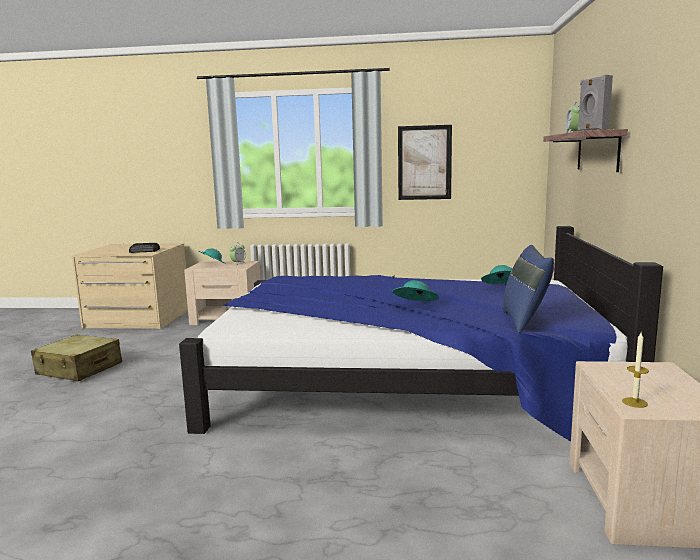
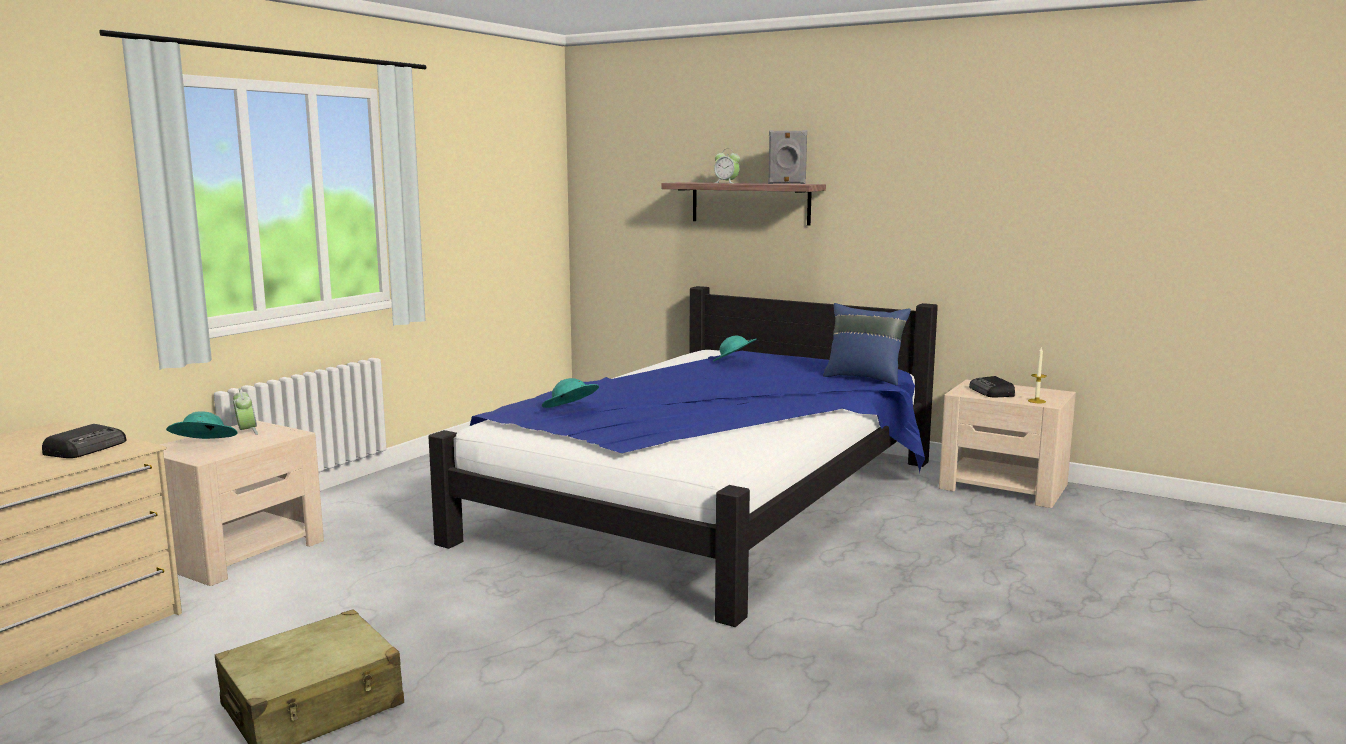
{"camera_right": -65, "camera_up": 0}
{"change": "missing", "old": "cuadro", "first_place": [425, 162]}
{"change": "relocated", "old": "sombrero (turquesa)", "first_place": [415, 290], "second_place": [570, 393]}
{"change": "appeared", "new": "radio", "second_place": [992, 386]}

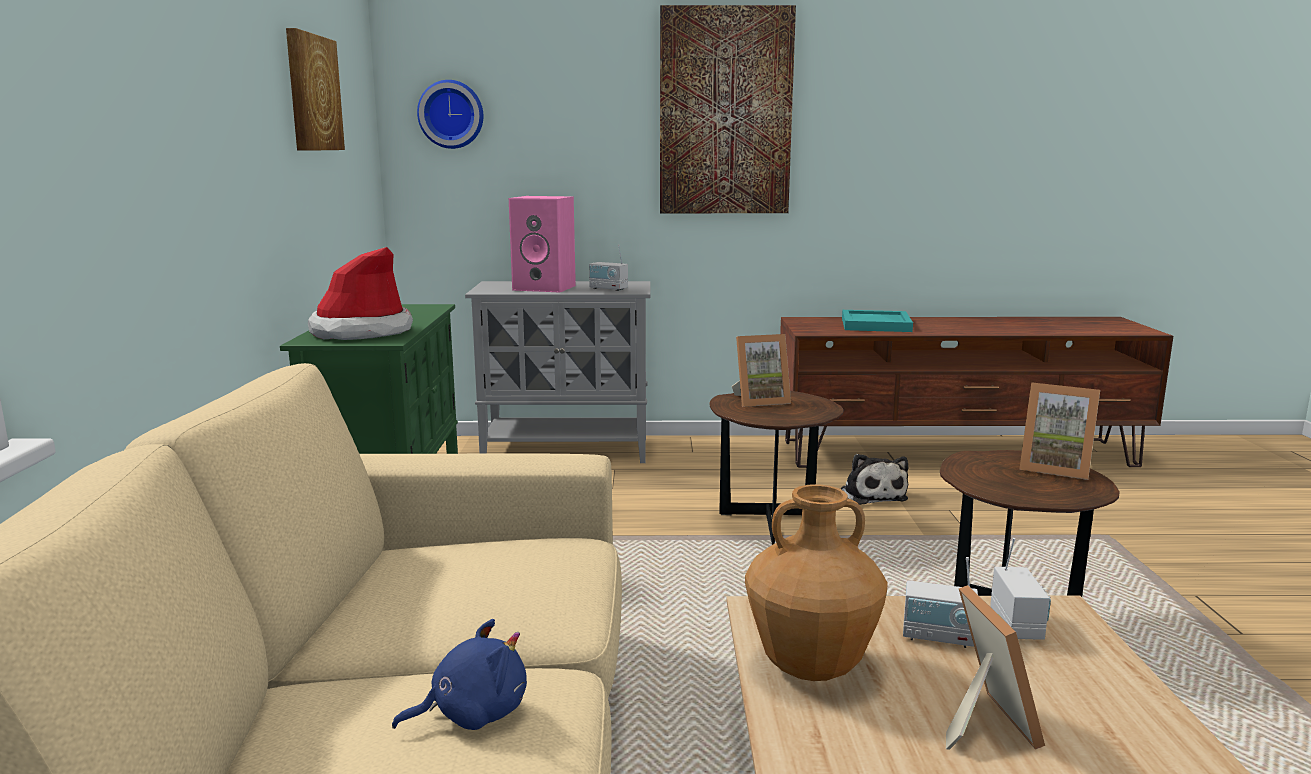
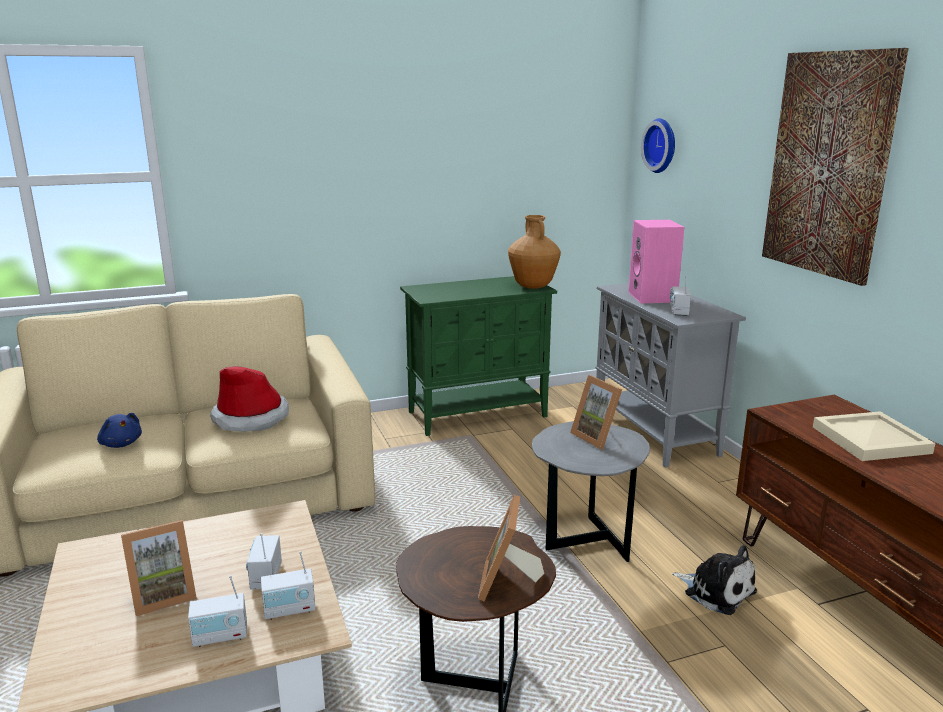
{"camera_right": 70, "camera_up": 5}
{"change": "missing", "old": "cuadro", "first_place": [315, 89]}
{"change": "relocated", "old": "sombrero", "first_place": [360, 293], "second_place": [249, 399]}
{"change": "colour", "old": "bandeja (turquesa)", "new": "bandeja (beis)", "first_place": [877, 321], "second_place": [874, 436]}
{"change": "colour", "old": "mesa auxiliar (marrón)", "new": "mesa auxiliar (gris)", "first_place": [777, 468], "second_place": [591, 491]}
{"change": "spun", "old": "peluche", "first_place": [875, 479], "second_place": [714, 580], "degrees": -105}
{"change": "relocated", "old": "florero (marrón)", "first_place": [816, 582], "second_place": [534, 252]}
{"change": "appeared", "new": "radio", "second_place": [217, 611]}

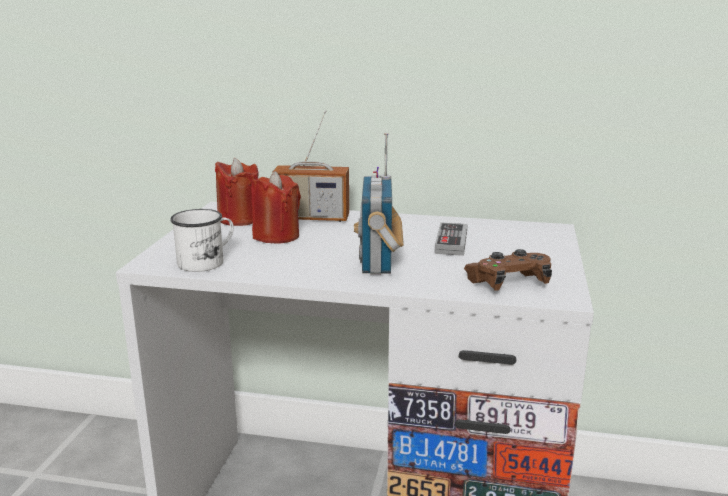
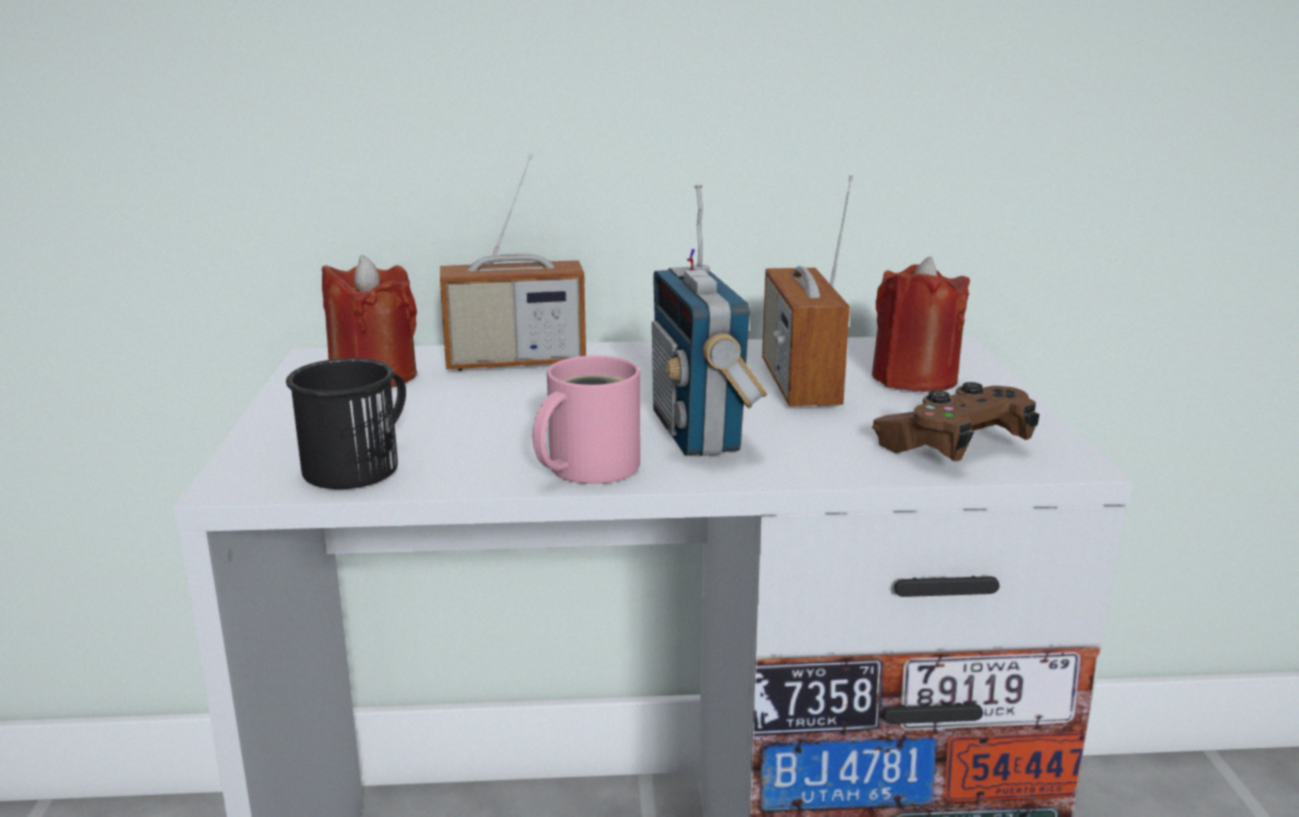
{"camera_right": -15, "camera_up": 0}
{"change": "relocated", "old": "vela (rojo)", "first_place": [276, 207], "second_place": [921, 324]}
{"change": "colour", "old": "taza grande (blanco)", "new": "taza grande (negro)", "first_place": [202, 240], "second_place": [346, 423]}
{"change": "exchanged", "old": "mando de consola", "new": "radio", "first_place": [451, 239], "second_place": [807, 290]}
{"change": "appeared", "new": "taza grande (rosa)", "second_place": [586, 419]}

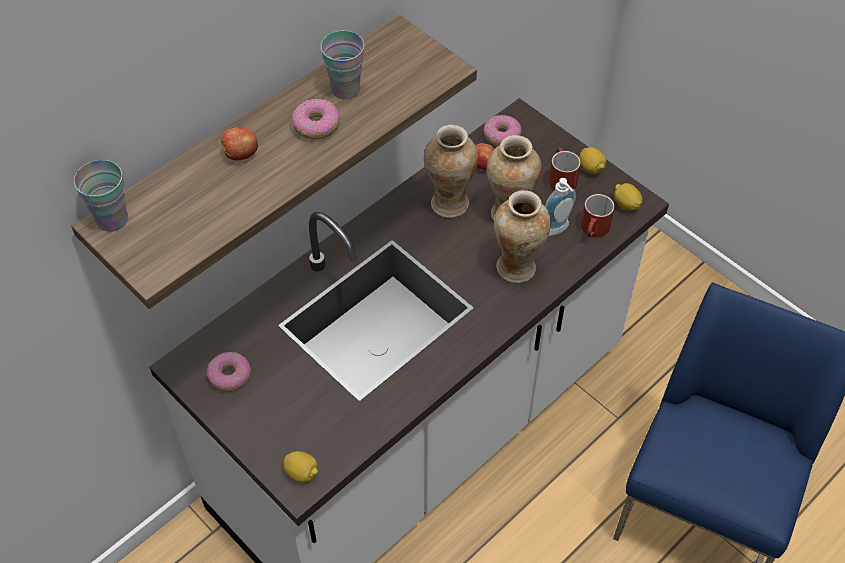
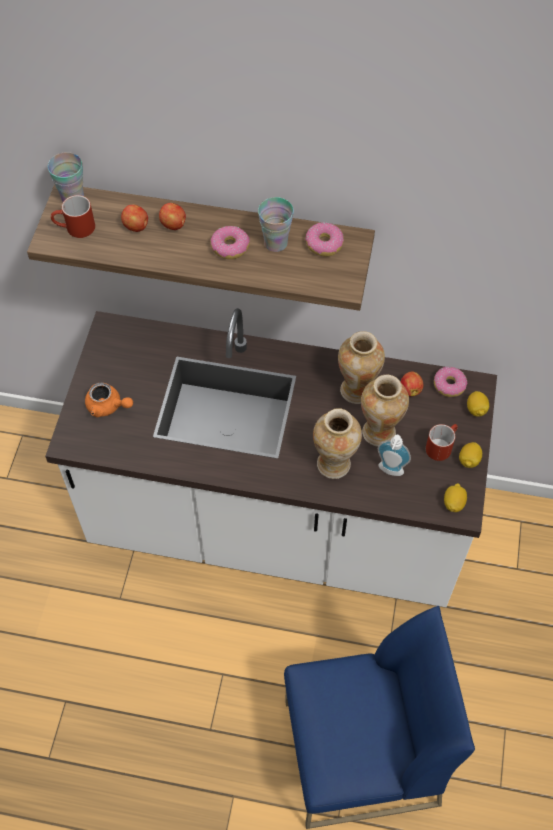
{"camera_right": 55, "camera_up": 5}
{"change": "relocated", "old": "taza grande (rojo)", "first_place": [598, 216], "second_place": [73, 216]}
{"change": "relocated", "old": "rosquilla", "first_place": [229, 372], "second_place": [324, 239]}
{"change": "relocated", "old": "limón", "first_place": [301, 467], "second_place": [478, 404]}
{"change": "appeared", "new": "manzana", "second_place": [134, 218]}
{"change": "appeared", "new": "tetera (naranja)", "second_place": [109, 400]}

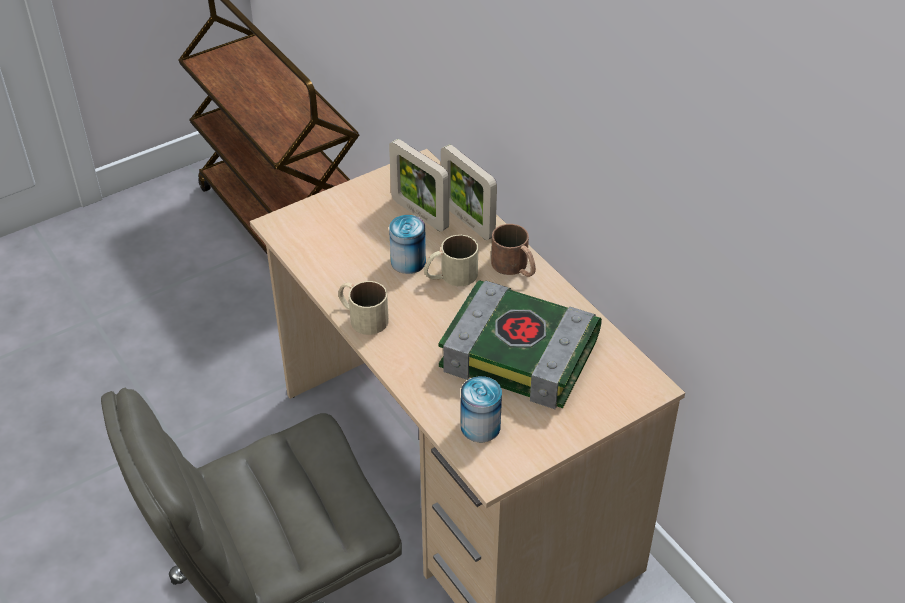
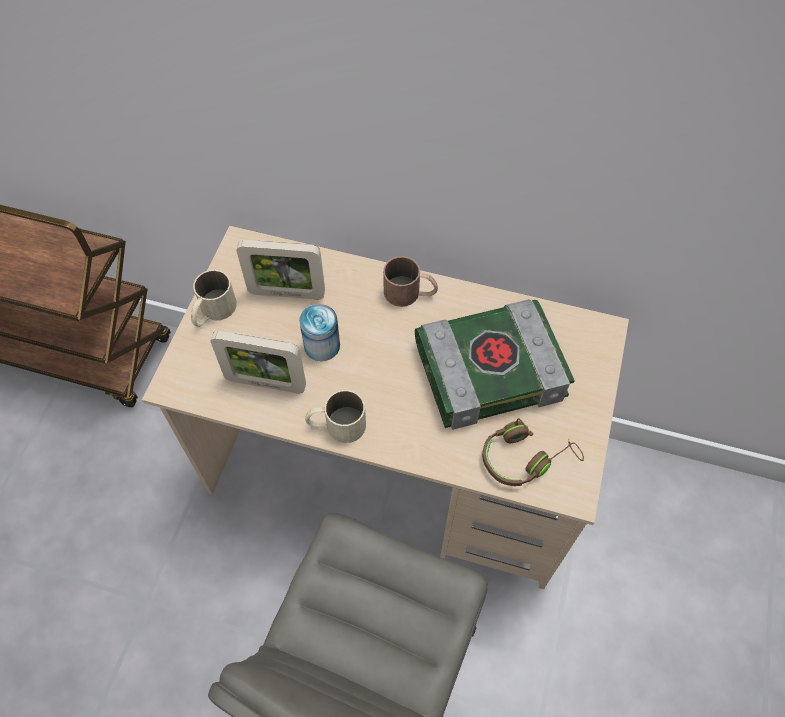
{"camera_right": -40, "camera_up": 15}
{"change": "relocated", "old": "portarretratos", "first_place": [469, 192], "second_place": [258, 362]}
{"change": "relocated", "old": "taza grande (beis)", "first_place": [451, 260], "second_place": [214, 298]}
{"change": "exchanged", "old": "lata", "new": "auriculares (marrón)", "first_place": [481, 409], "second_place": [533, 452]}

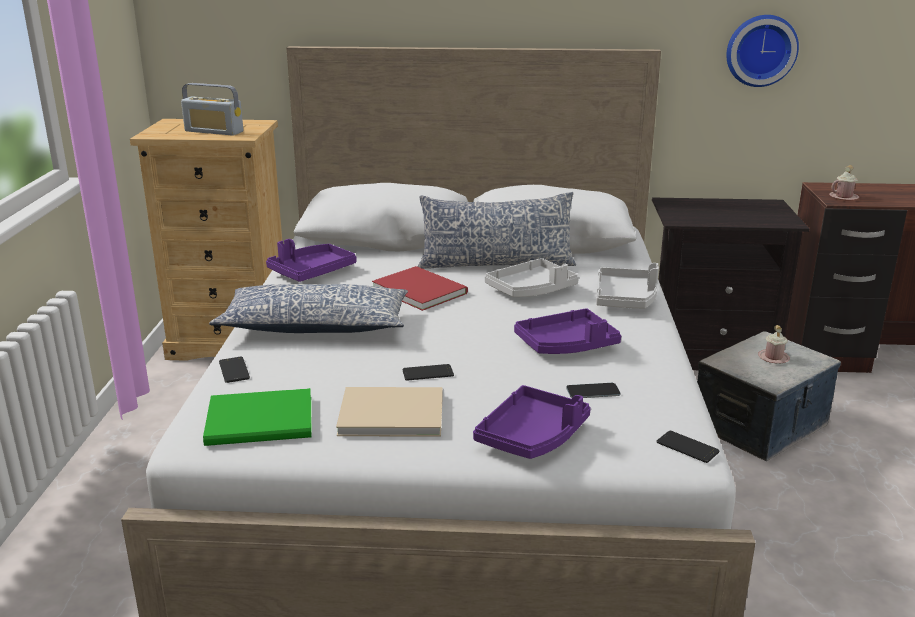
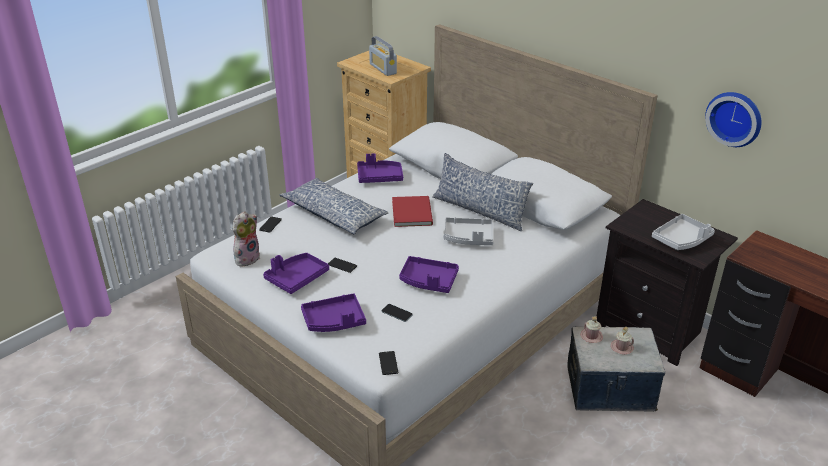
{"camera_right": 40, "camera_up": 10}
{"change": "relocated", "old": "taza grande (rosa)", "first_place": [844, 183], "second_place": [592, 329]}
{"change": "relocated", "old": "bandeja (gris)", "first_place": [627, 285], "second_place": [683, 232]}
{"change": "exchanged", "old": "libro (beis)", "new": "bandeja (morado)", "first_place": [389, 412], "second_place": [296, 273]}
{"change": "exchanged", "old": "libro (verde)", "new": "peluche", "first_place": [257, 417], "second_place": [246, 239]}

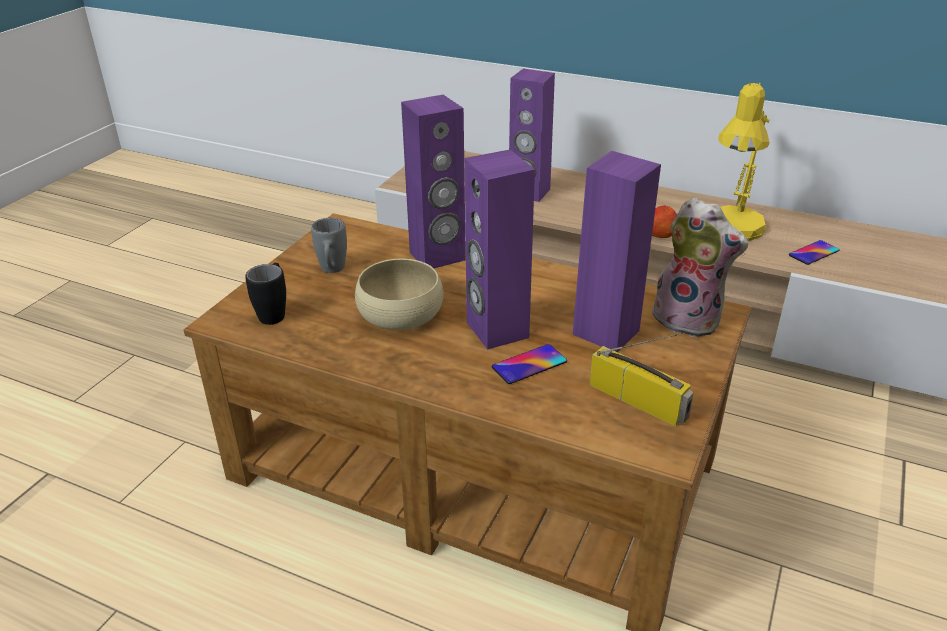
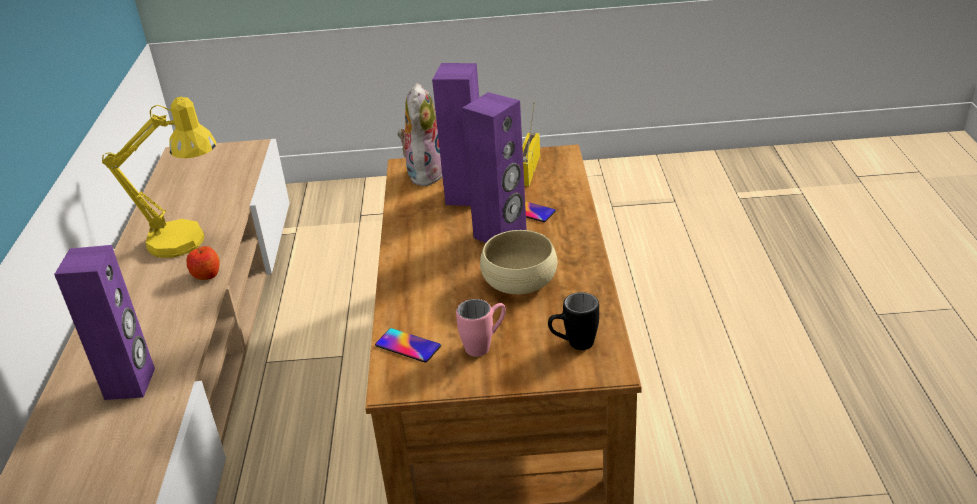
{"camera_right": -115, "camera_up": 0}
{"change": "missing", "old": "altavoz (morado)", "first_place": [433, 181]}
{"change": "colour", "old": "taza grande (gris)", "new": "taza grande (rosa)", "first_place": [329, 245], "second_place": [481, 328]}
{"change": "relocated", "old": "móvil", "first_place": [814, 252], "second_place": [408, 345]}

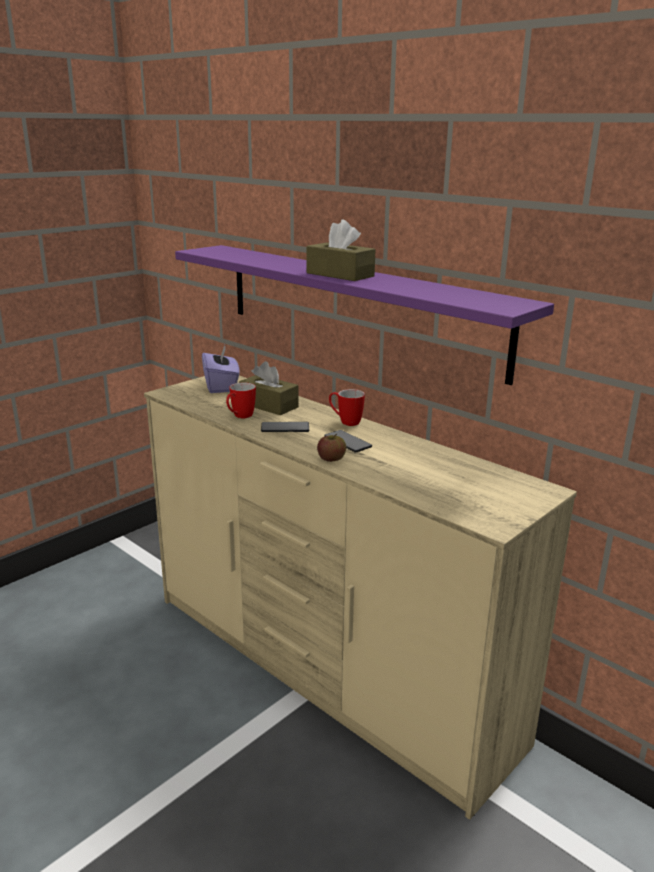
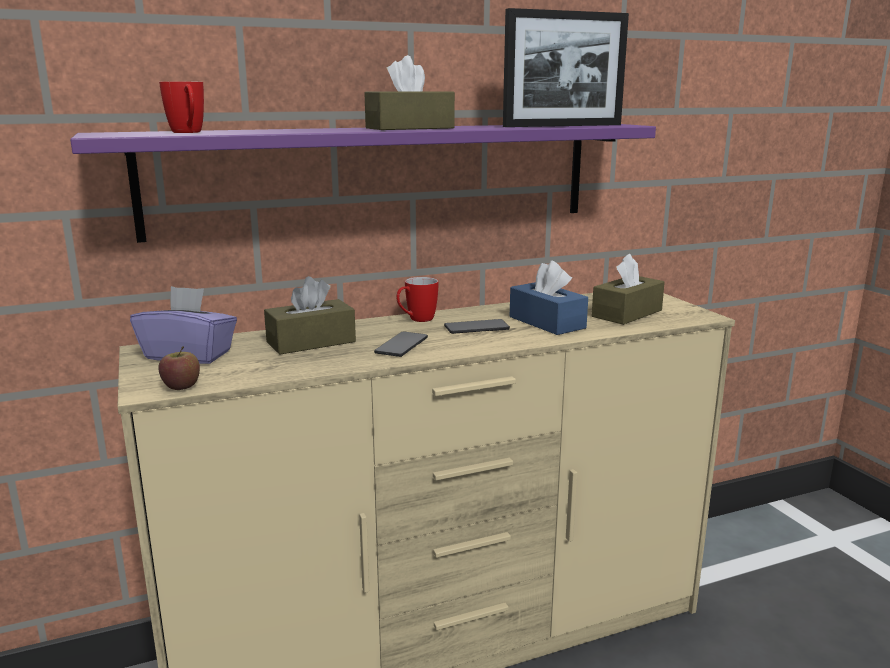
{"camera_right": -65, "camera_up": -5}
{"change": "relocated", "old": "taza grande", "first_place": [241, 400], "second_place": [181, 107]}
{"change": "relocated", "old": "manzana", "first_place": [331, 448], "second_place": [179, 368]}
{"change": "appeared", "new": "portarretratos", "second_place": [566, 67]}
{"change": "appeared", "new": "caja de pañuelos (marrón)", "second_place": [628, 289]}
{"change": "appeared", "new": "caja de pañuelos (azul)", "second_place": [549, 297]}

